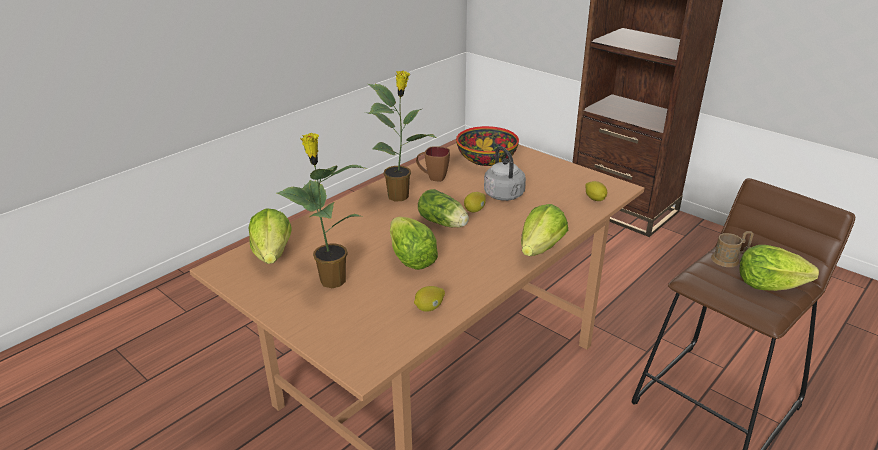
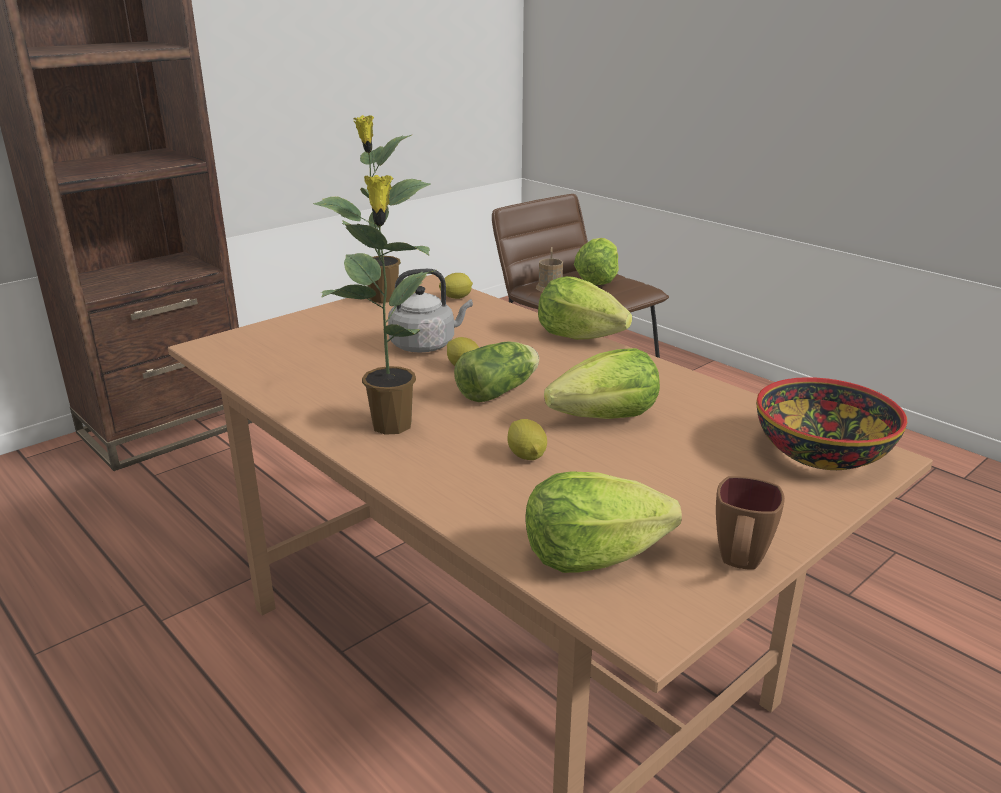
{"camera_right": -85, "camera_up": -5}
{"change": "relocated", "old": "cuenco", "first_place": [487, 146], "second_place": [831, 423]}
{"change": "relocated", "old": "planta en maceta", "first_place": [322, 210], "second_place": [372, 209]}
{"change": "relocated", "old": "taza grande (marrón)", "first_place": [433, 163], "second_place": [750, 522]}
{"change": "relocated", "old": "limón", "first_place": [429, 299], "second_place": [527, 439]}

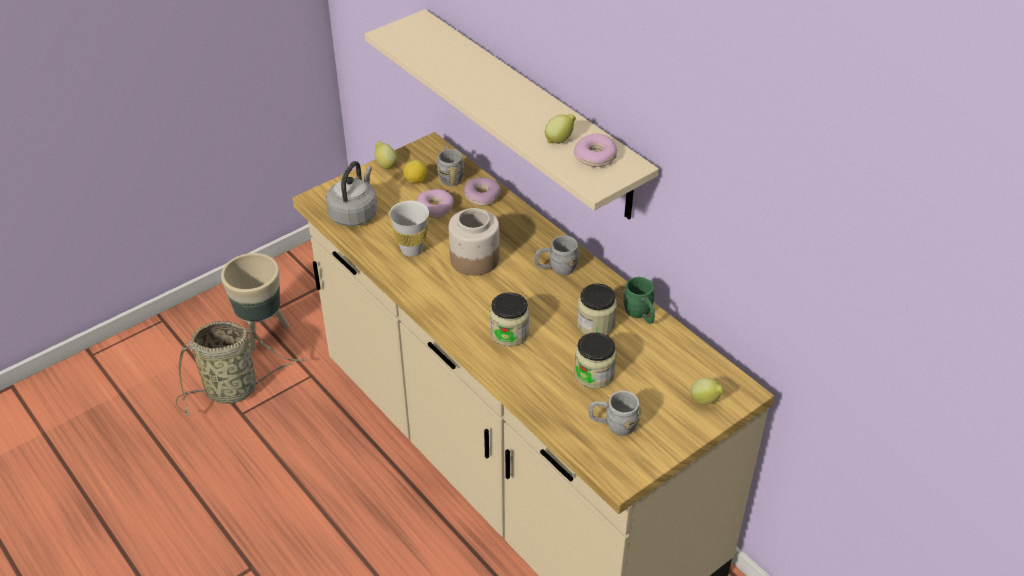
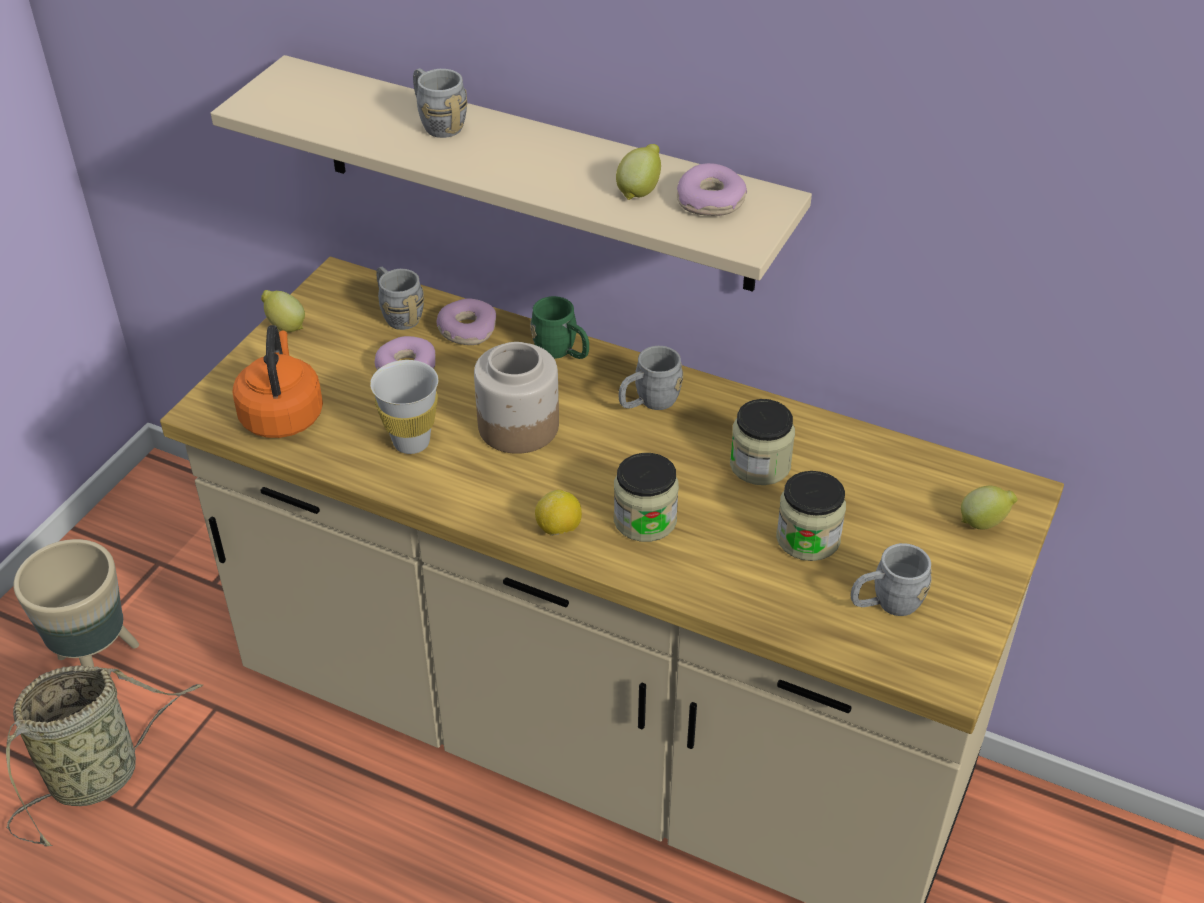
{"camera_right": -25, "camera_up": 0}
{"change": "relocated", "old": "limón", "first_place": [415, 171], "second_place": [558, 513]}
{"change": "colour", "old": "hervidor (gris)", "new": "hervidor (naranja)", "first_place": [352, 193], "second_place": [277, 381]}
{"change": "relocated", "old": "taza grande (verde)", "first_place": [639, 300], "second_place": [559, 327]}
{"change": "appeared", "new": "taza grande (gris)", "second_place": [440, 103]}

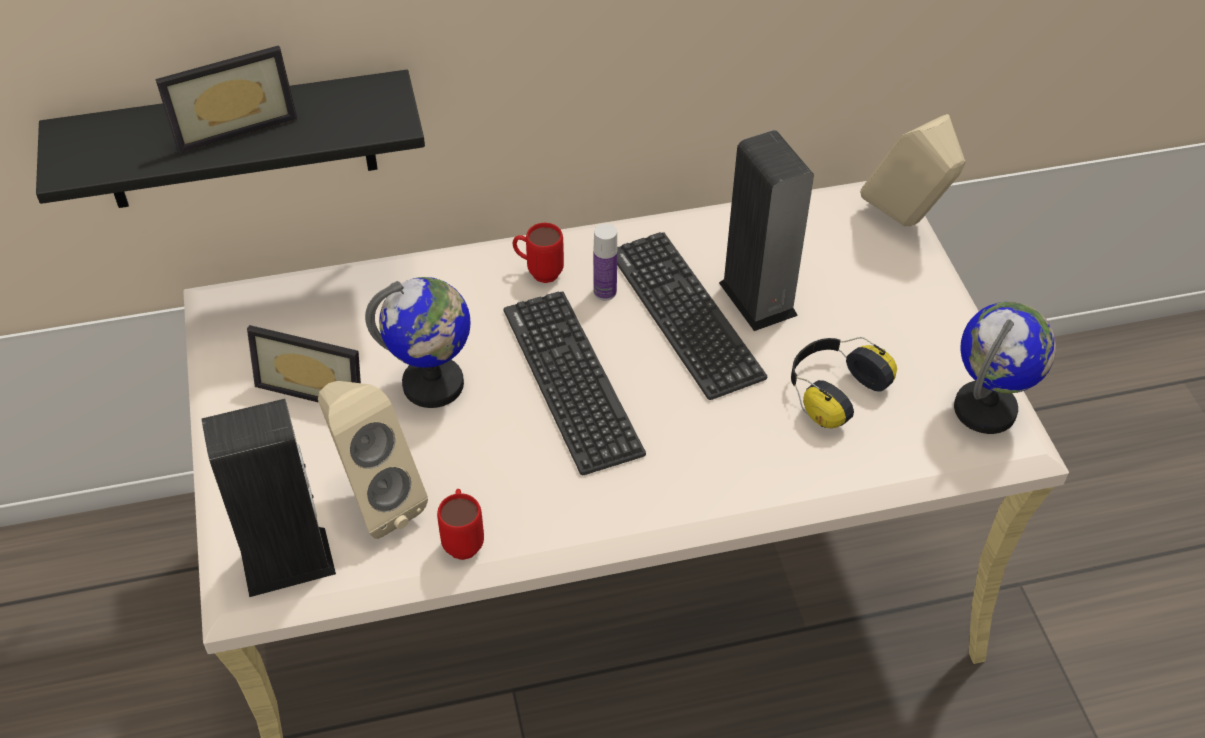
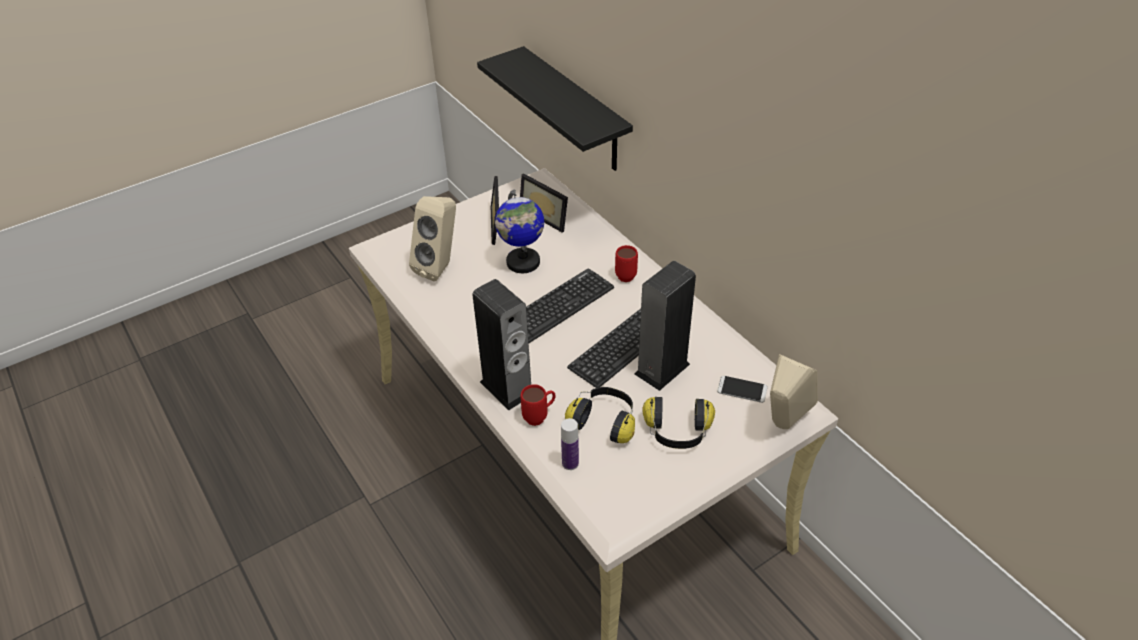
{"camera_right": 70, "camera_up": -5}
{"change": "relocated", "old": "portarretratos", "first_place": [226, 99], "second_place": [544, 203]}
{"change": "relocated", "old": "botella", "first_place": [605, 262], "second_place": [570, 444]}
{"change": "missing", "old": "globo terráqueo", "first_place": [1005, 368]}
{"change": "relocated", "old": "altavoz", "first_place": [268, 498], "second_place": [501, 344]}
{"change": "relocated", "old": "taza grande (rojo)", "first_place": [460, 524], "second_place": [538, 405]}
{"change": "appeared", "new": "móvil", "second_place": [742, 389]}
{"change": "appeared", "new": "auriculares", "second_place": [678, 423]}

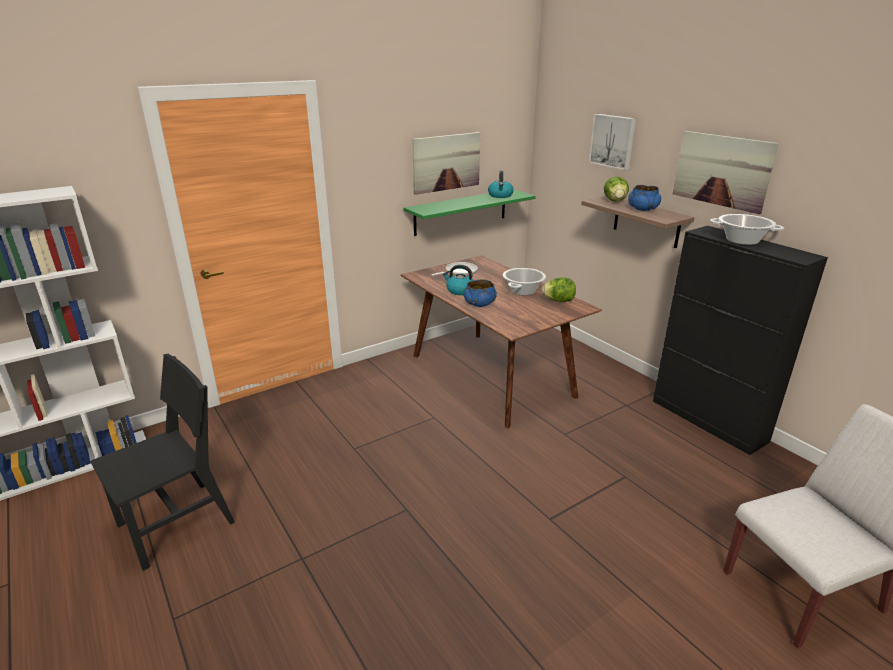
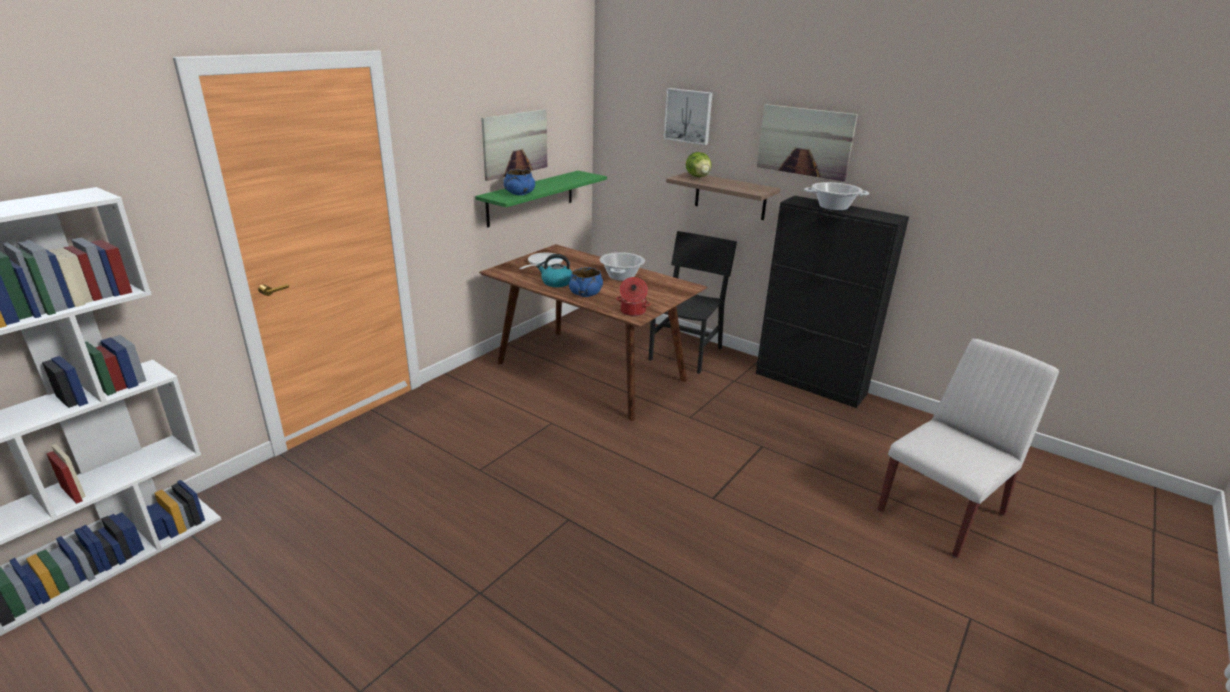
{"camera_right": -20, "camera_up": 0}
{"change": "missing", "old": "hervidor", "first_place": [501, 184]}
{"change": "relocated", "old": "cuenco (azul)", "first_place": [644, 198], "second_place": [519, 182]}
{"change": "missing", "old": "lechuga", "first_place": [559, 289]}
{"change": "relocated", "old": "silla (negro)", "first_place": [162, 462], "second_place": [693, 302]}
{"change": "appeared", "new": "olla", "second_place": [634, 296]}

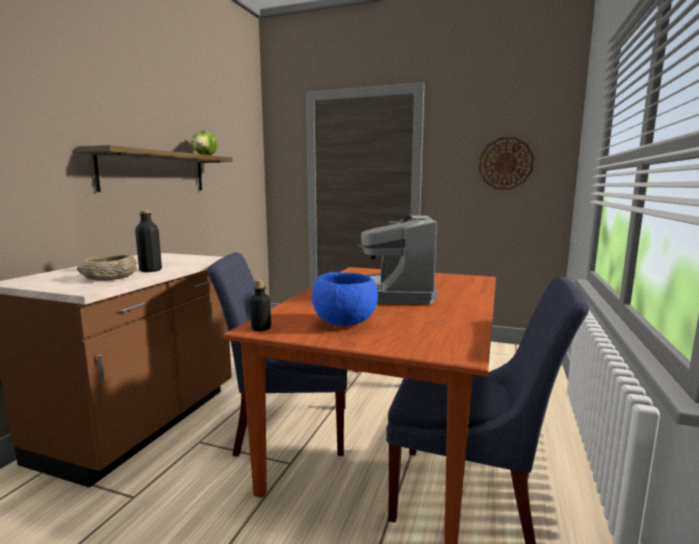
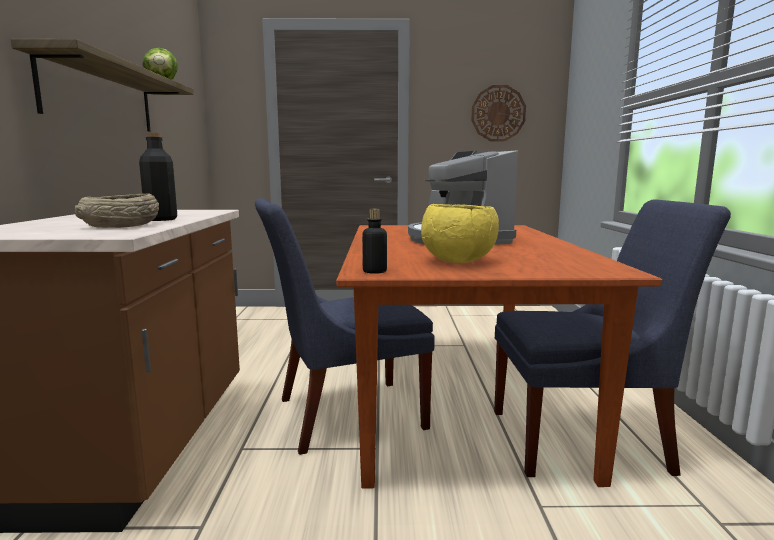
{"camera_right": -20, "camera_up": 0}
{"change": "colour", "old": "cuenco (azul)", "new": "cuenco (amarillo)", "first_place": [345, 299], "second_place": [460, 233]}

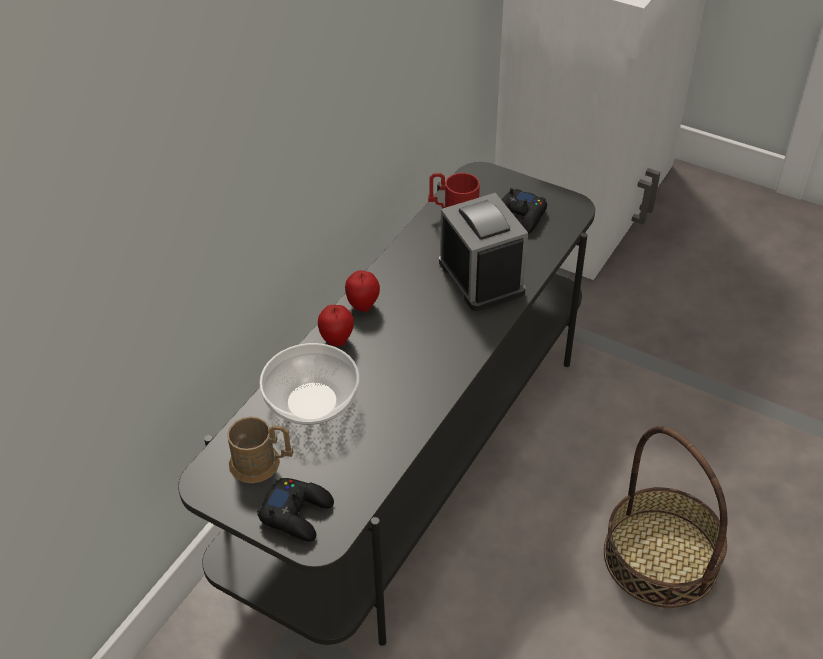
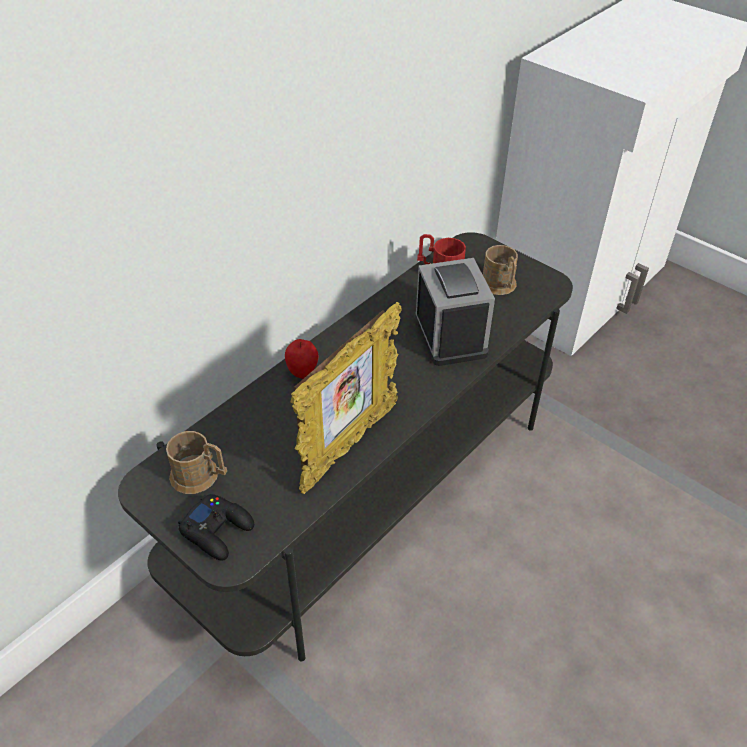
{"camera_right": 10, "camera_up": 0}
{"change": "exchanged", "old": "mando de consola (negro)", "new": "taza grande (marrón)", "first_place": [524, 211], "second_place": [500, 270]}
{"change": "missing", "old": "manzana", "first_place": [362, 291]}
{"change": "missing", "old": "cuenco", "first_place": [309, 384]}
{"change": "missing", "old": "cesta", "first_place": [665, 517]}
{"change": "appeared", "new": "portarretratos", "second_place": [346, 398]}

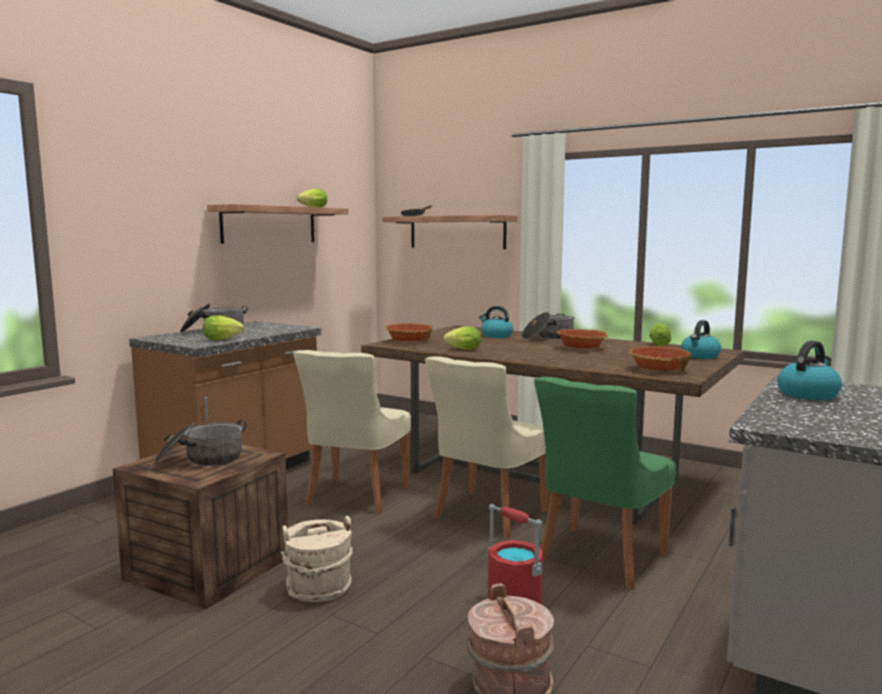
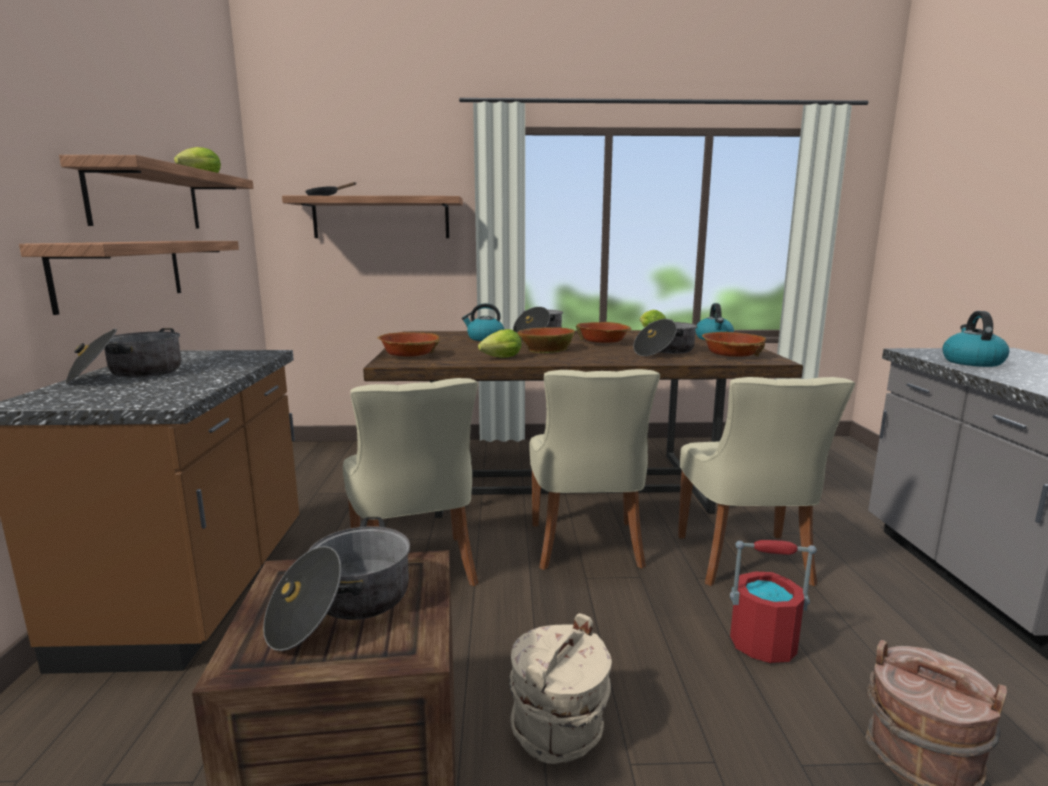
{"camera_right": -35, "camera_up": 5}
{"change": "missing", "old": "lechuga", "first_place": [223, 328]}
{"change": "colour", "old": "silla (verde)", "new": "silla (beis)", "first_place": [605, 483], "second_place": [766, 481]}
{"change": "appeared", "new": "estante", "second_place": [129, 278]}
{"change": "appeared", "new": "olla", "second_place": [665, 337]}
{"change": "appeared", "new": "cuenco", "second_place": [546, 340]}

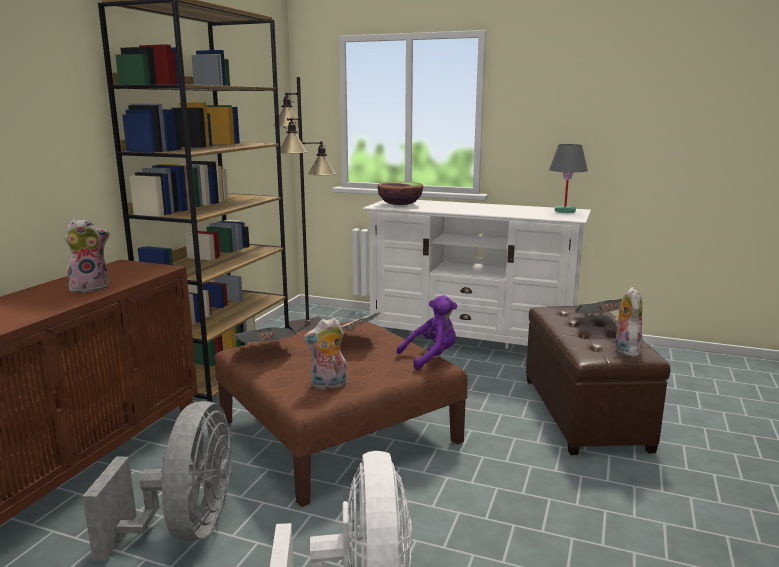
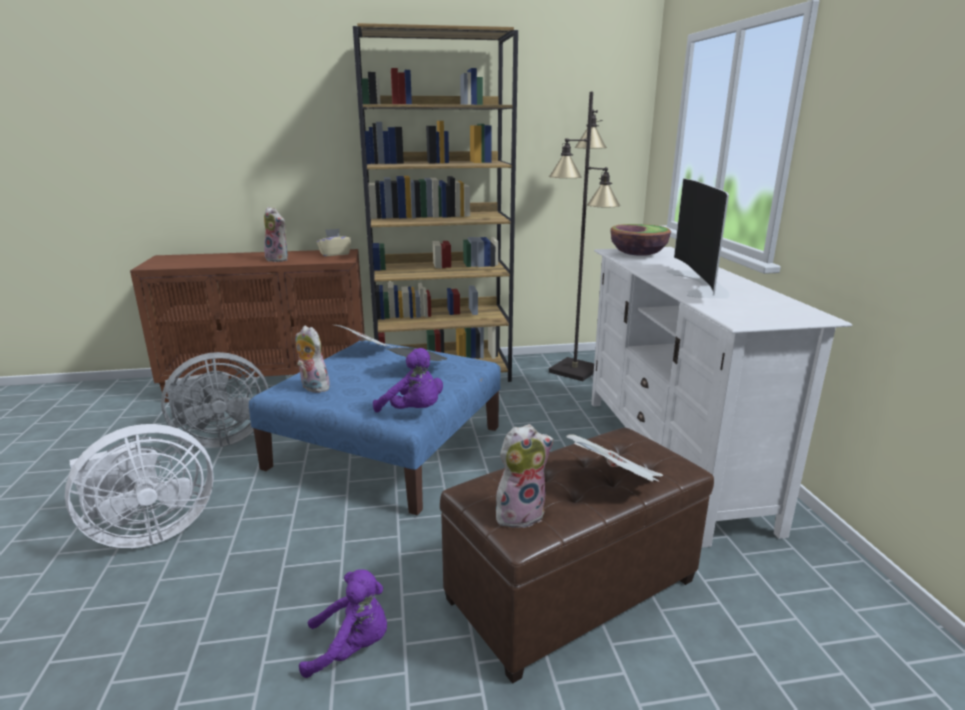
{"camera_right": 60, "camera_up": 5}
{"change": "missing", "old": "lámpara de mesa (gris)", "first_place": [568, 178]}
{"change": "colour", "old": "puf (marrón)", "new": "puf (azul)", "first_place": [340, 413], "second_place": [374, 428]}
{"change": "appeared", "new": "televisor", "second_place": [698, 238]}
{"change": "appeared", "new": "caja de pañuelos (beis)", "second_place": [333, 242]}
{"change": "appeared", "new": "peluche (morado)", "second_place": [343, 623]}

